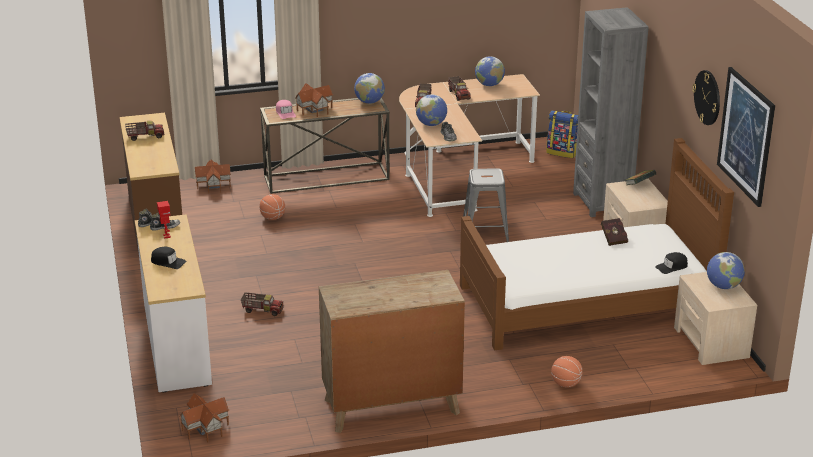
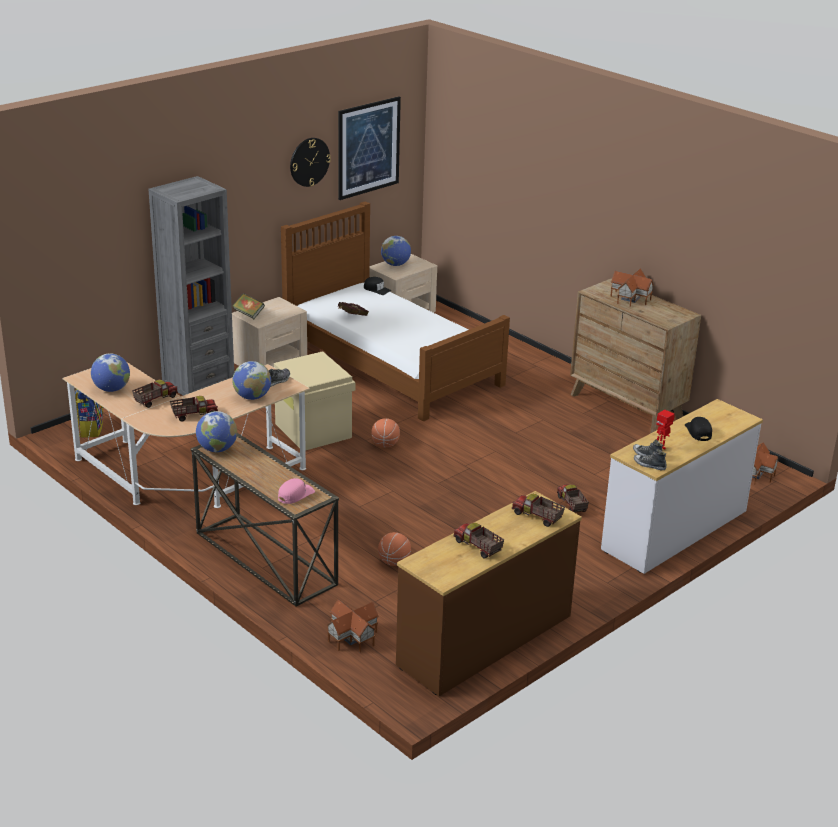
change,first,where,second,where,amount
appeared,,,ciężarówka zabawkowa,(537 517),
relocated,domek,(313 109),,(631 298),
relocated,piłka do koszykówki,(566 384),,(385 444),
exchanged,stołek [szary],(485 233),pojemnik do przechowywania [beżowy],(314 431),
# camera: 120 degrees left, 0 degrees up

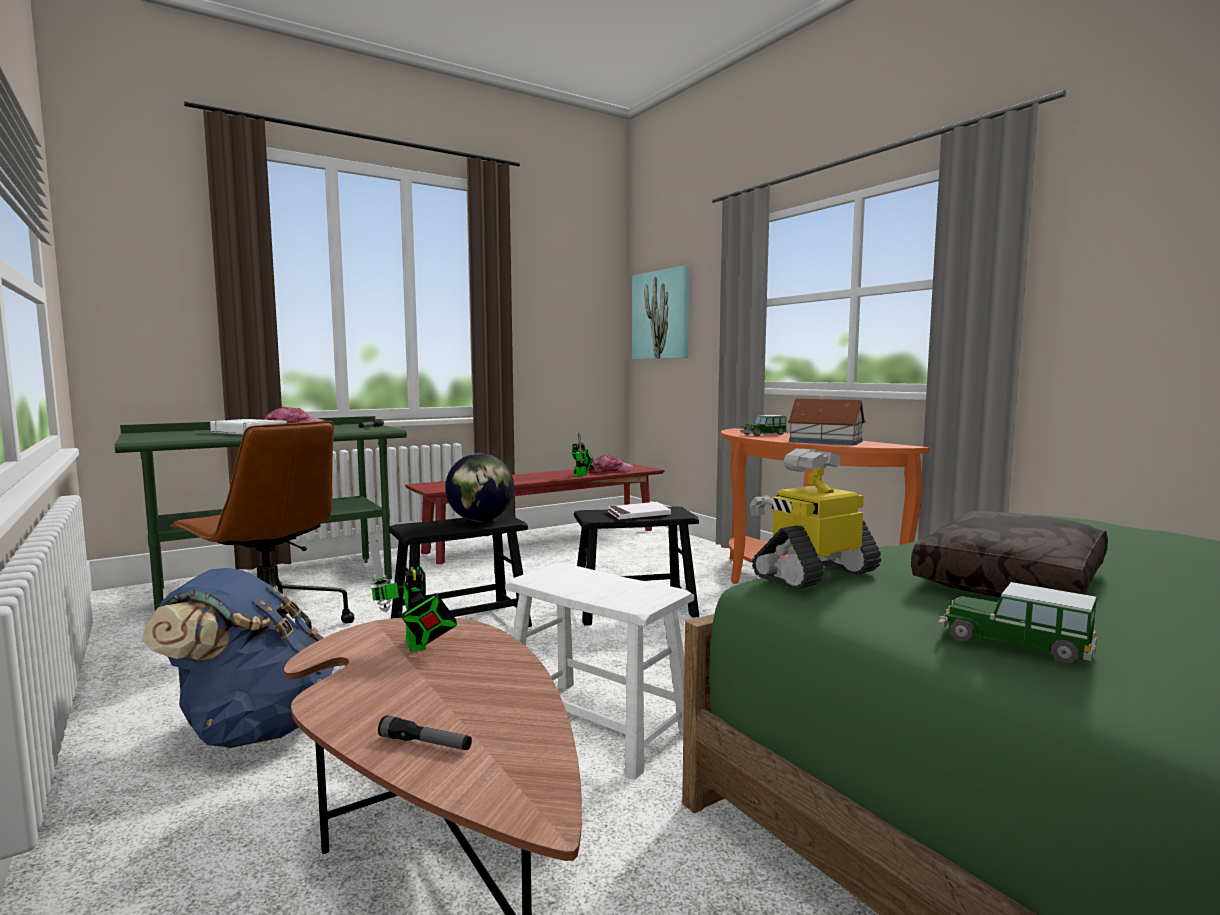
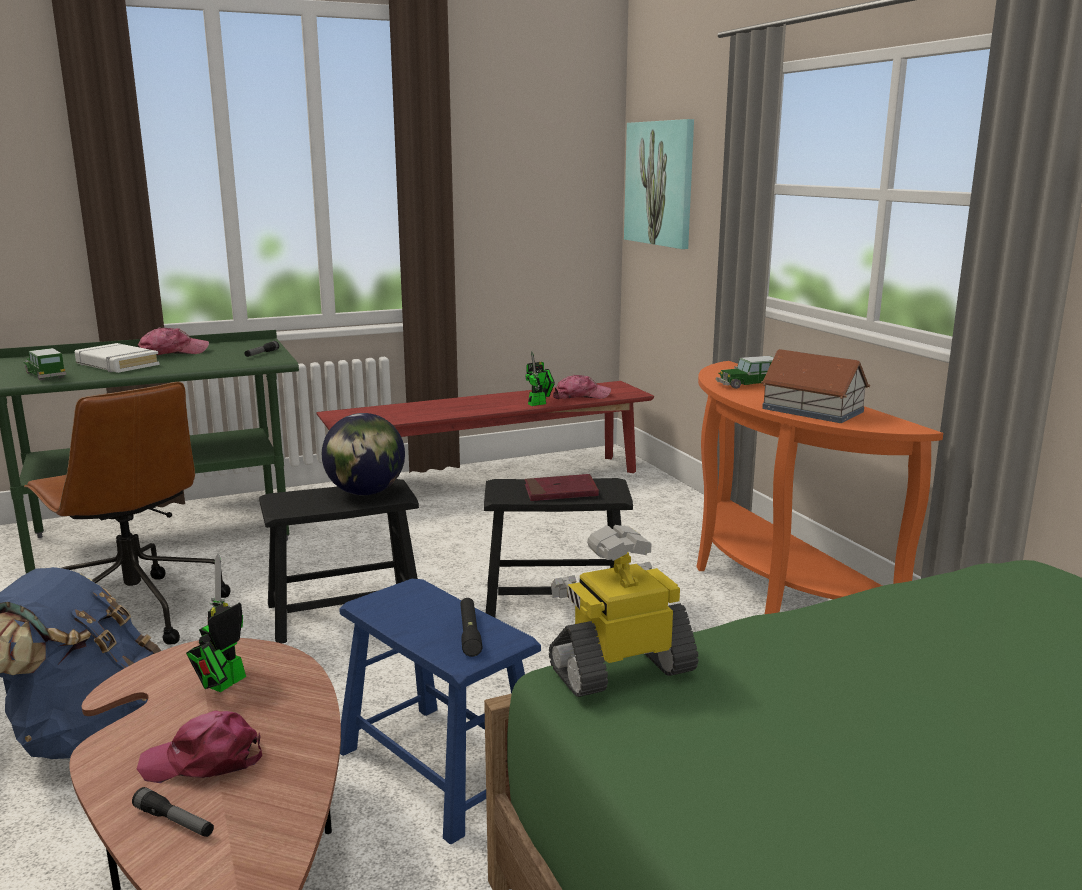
change,first,where,second,where,amount
missing,poduszka [brązowy],(1014 580),,,
appeared,,,czapka z daszkiem [różowy],(204 760),
appeared,,,latarka [czarny],(469 633),
relocated,samochodzik,(1013 643),,(45 375),
colour,stołek [biały],(596 725),stołek [niebieski],(439 768),
colour,książka [biały],(639 514),książka [czerwony],(561 492),
spun,robot zabawkowy,(416 647),,(223 685),45 degrees clockwise
# camera: 10 degrees right, 10 degrees up

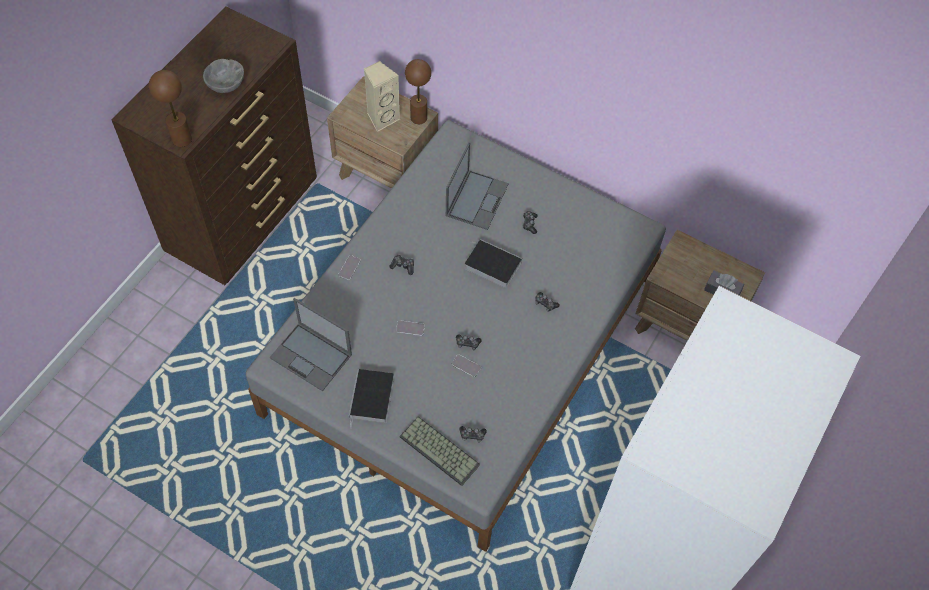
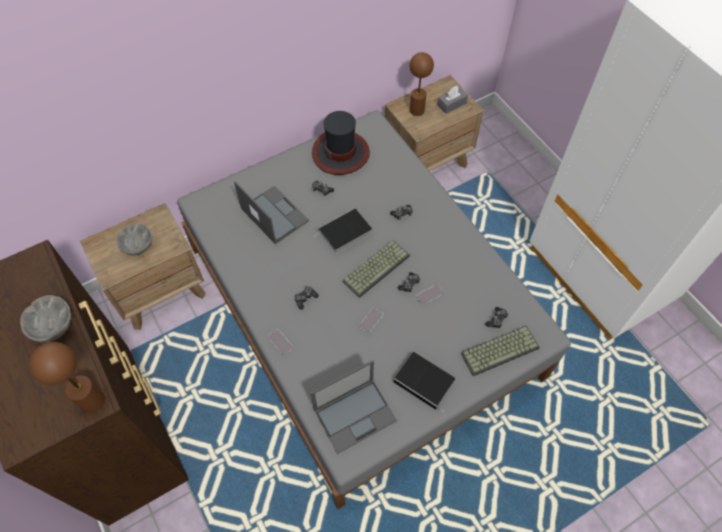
change,first,where,second,where,amount
appeared,,,kapelusz,(341 153),
appeared,,,klawiatura,(376 267),
relocated,lampa stołowa [brązowy],(419 118),,(417 110),
exchanged,głośnik [beżowy],(382 117),miska [szary],(138 246),
# camera: 60 degrees left, 0 degrees up

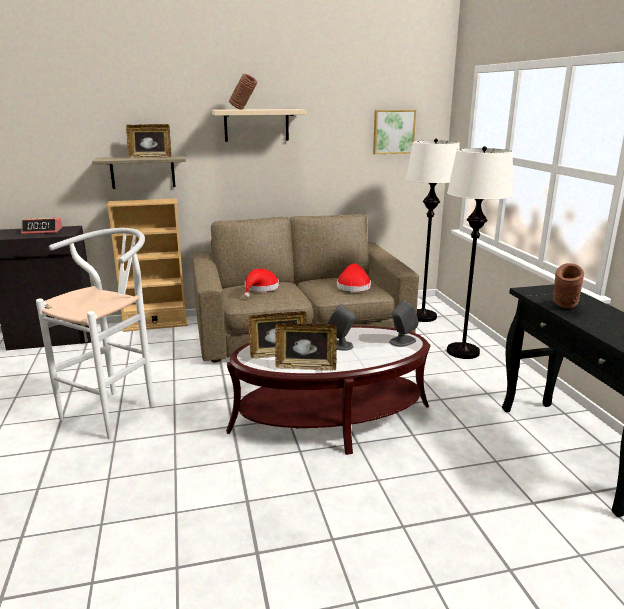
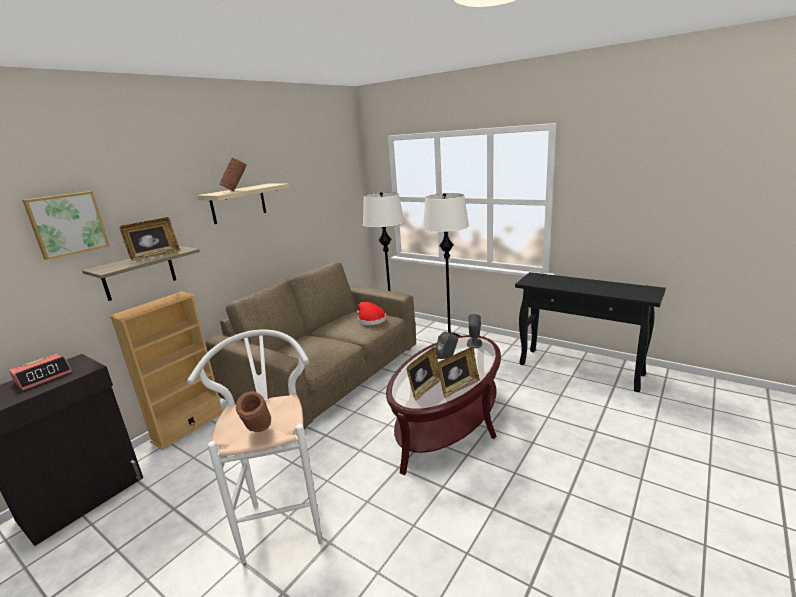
change,first,where,second,where,amount
missing,kapelusz [czerwony],(260 288),,,
relocated,obraz,(393 132),,(67 224),
relocated,wazon [brązowy],(563 309),,(259 434),
# camera: 40 degrees left, 0 degrees up

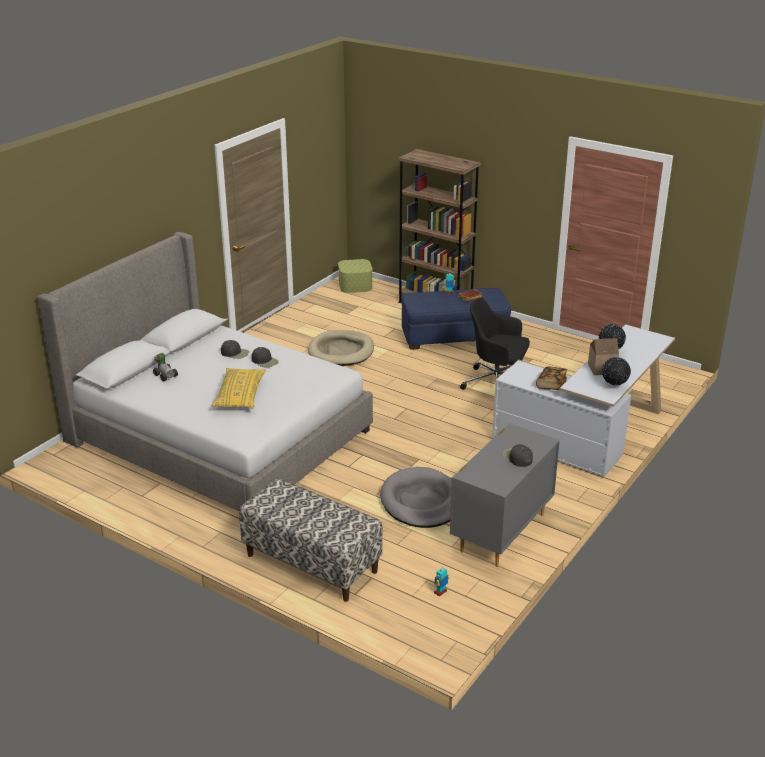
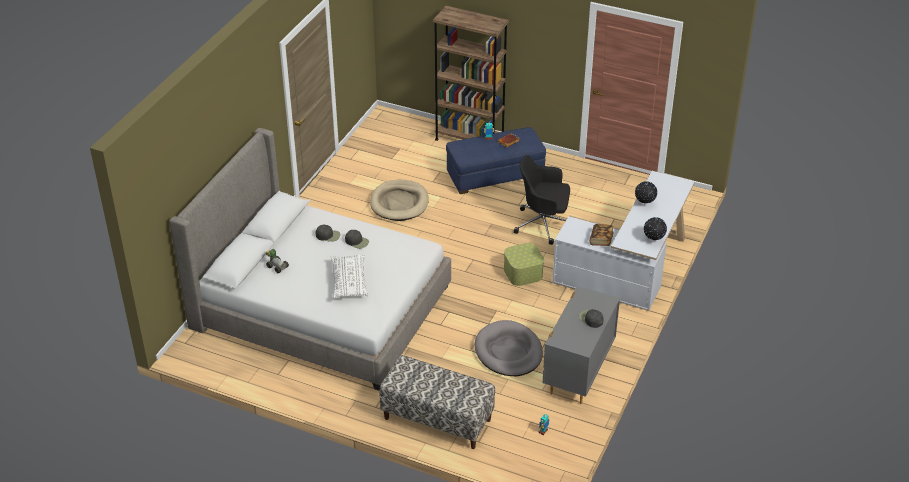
change,first,where,second,where,amount
missing,domek,(601 368),,,
relocated,pojemnik do przechowywania,(355 285),,(523 273),
colour,poduszka [żółty],(240 396),poduszka [biały],(349 281),
# camera: 10 degrees left, 10 degrees up

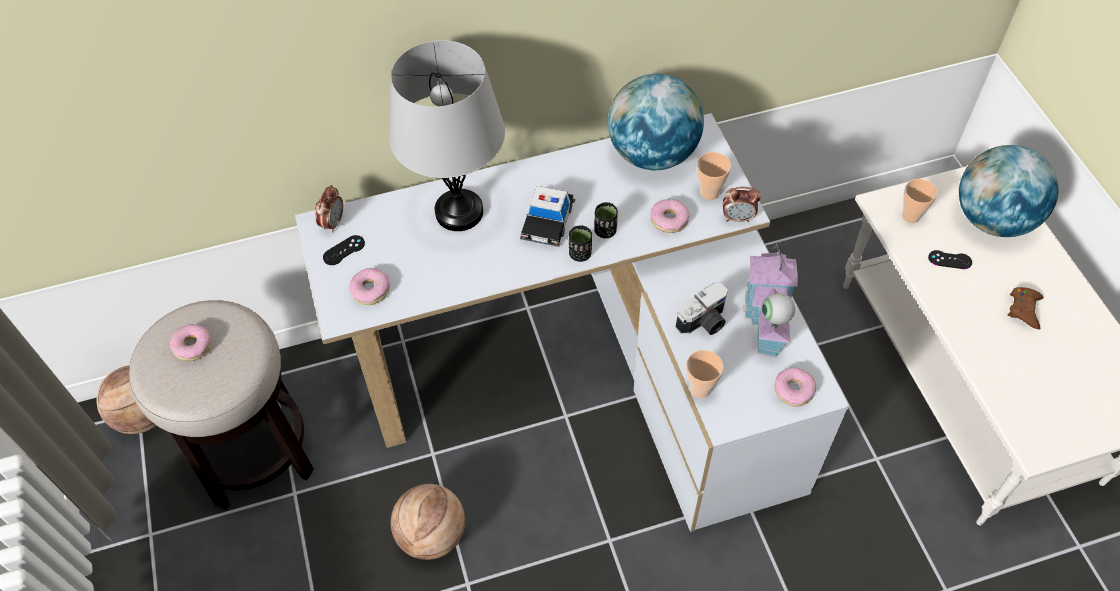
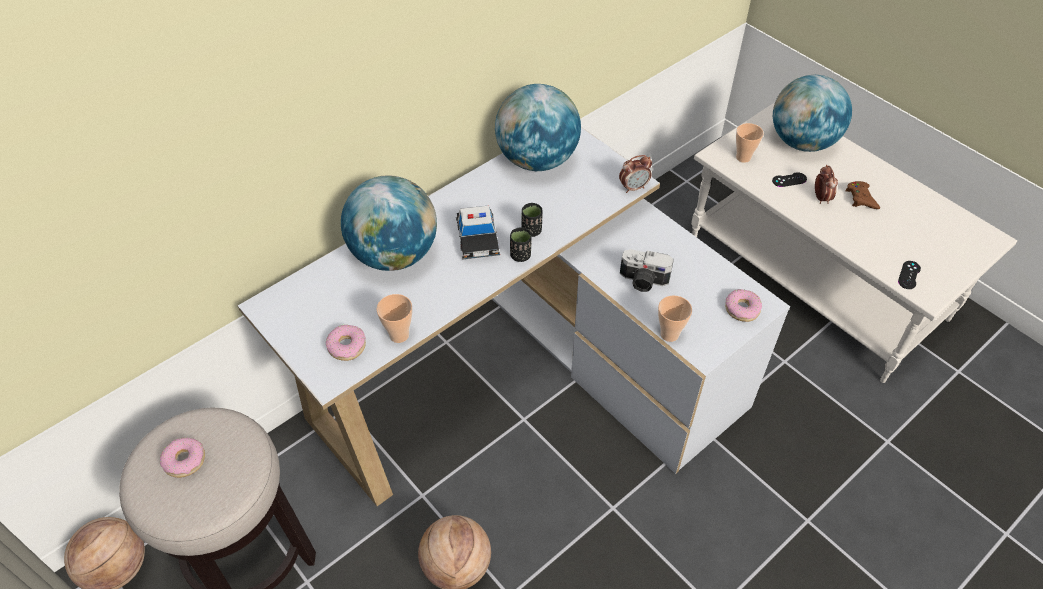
change,first,where,second,where,amount
missing,donut,(669 220),,,
missing,domek,(765 321),,,
relocated,budzik,(333 223),,(821 198),
relocated,pad do gier [czarny],(344 250),,(909 275),
relocated,filiżanka,(709 193),,(399 335),
exchanged,lampa stołowa [szary],(459 212),globus,(395 255),
spun,aparat fotograficzny,(704 322),,(643 281),75 degrees clockwise
# camera: 25 degrees left, 5 degrees down

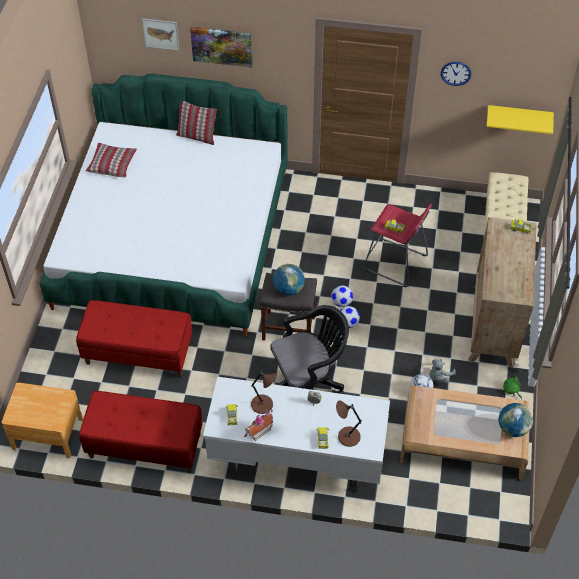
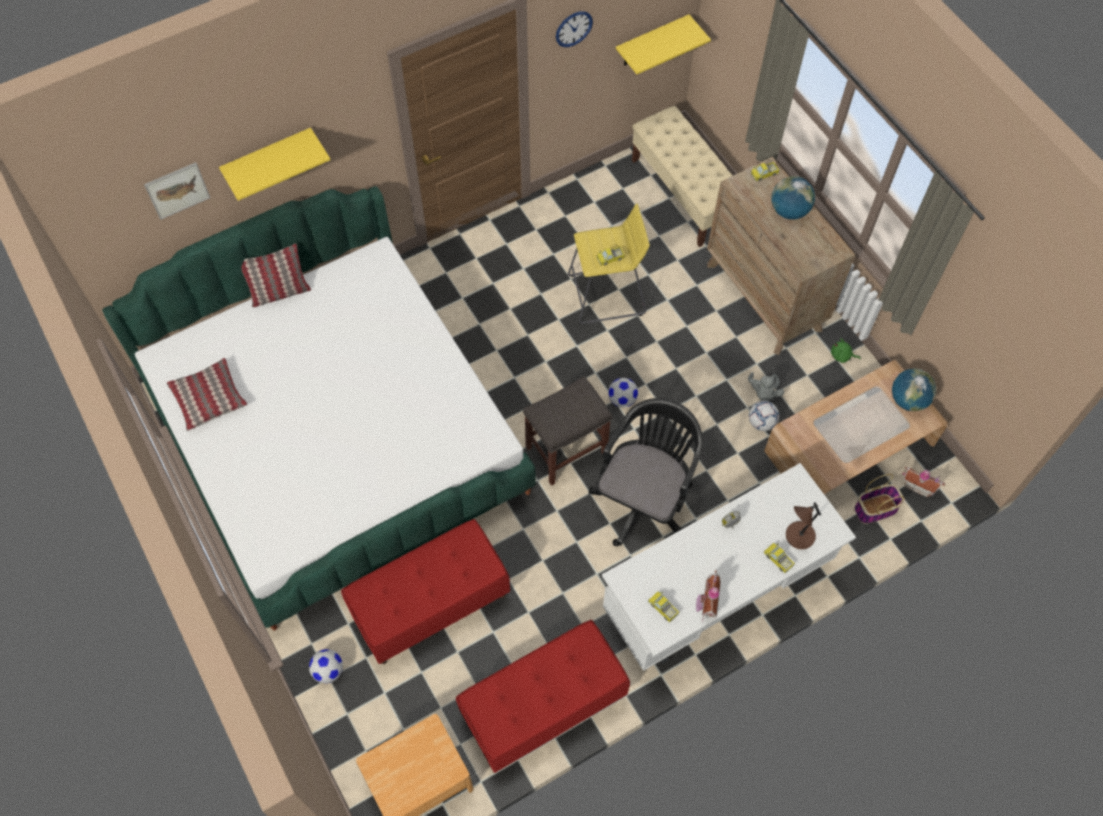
change,first,where,second,where,amount
missing,lampa stołowa [brązowy],(263 405),,,
appeared,,,koszyk,(876 509),
appeared,,,domek,(917 485),
relocated,globus,(288 289),,(789 211),
relocated,piłka futbolowa,(341 302),,(328 670),
exchanged,obraz,(222 46),półka [żółty],(268 158),
colour,stołek [czerwony],(395 263),stołek [żółty],(606 294),
# camera: 40 degrees left, 10 degrees up

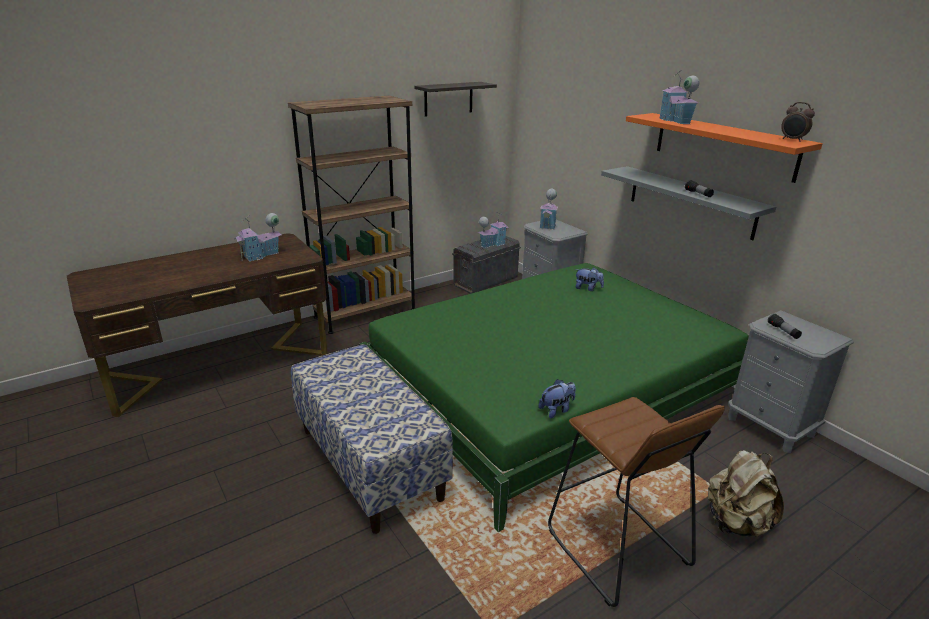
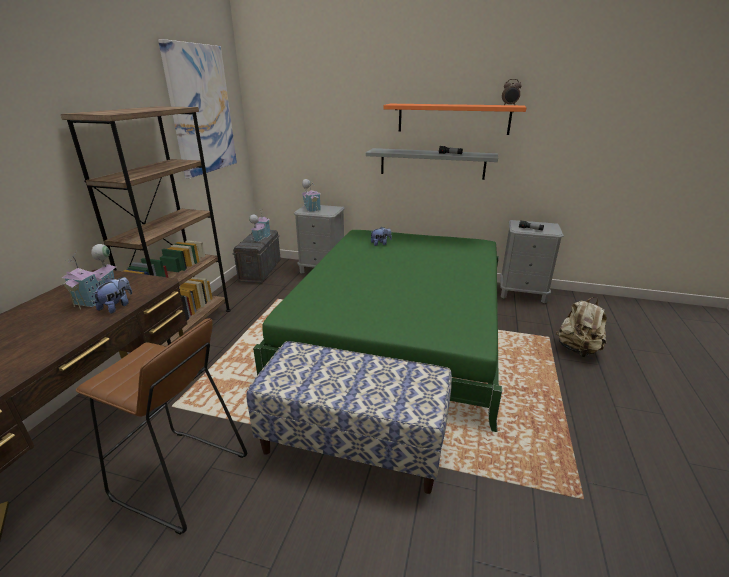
change,first,where,second,where,amount
missing,domek,(675 120),,,
relocated,pluszak,(556 410),,(117 306),
relocated,stołek [brązowy],(617 549),,(180 478),
exchanged,półka,(448 99),obraz,(201 110),
# camera: 40 degrees left, 0 degrees up

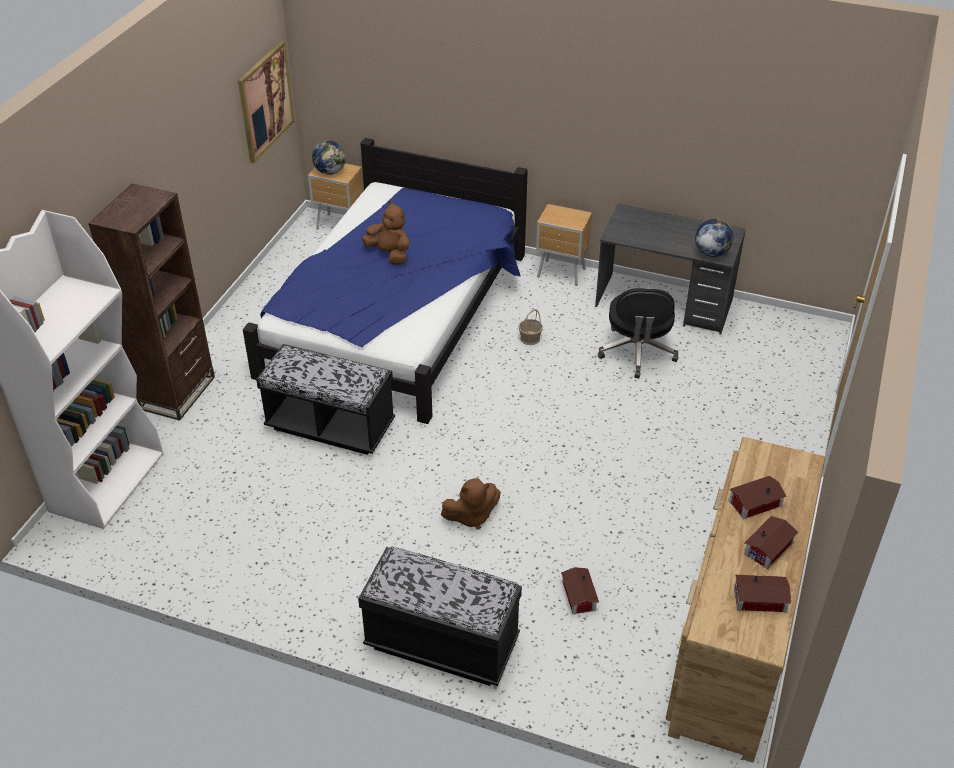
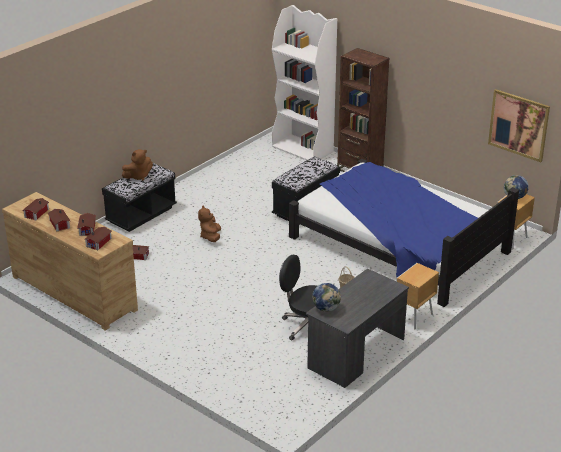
change,first,where,second,where,amount
appeared,,,domek,(99 242),
relocated,pluszak [brązowy],(389 254),,(138 176),
# camera: 110 degrees right, 10 degrees down

